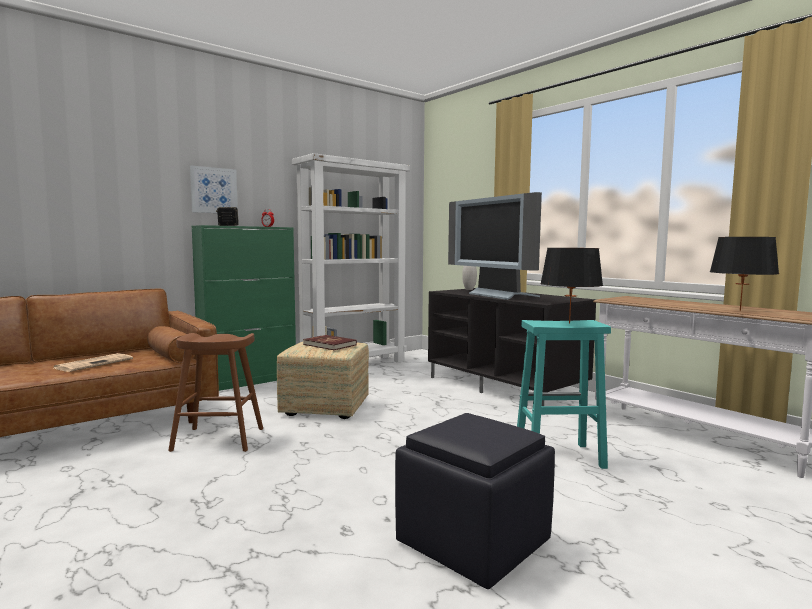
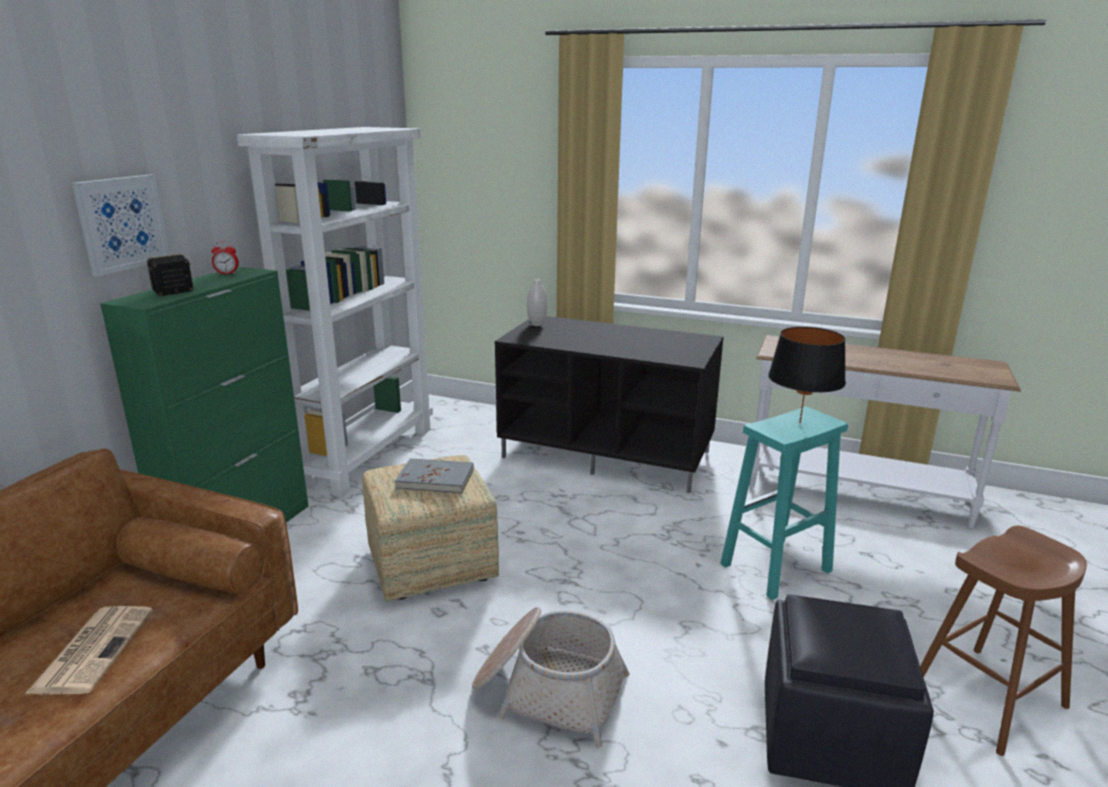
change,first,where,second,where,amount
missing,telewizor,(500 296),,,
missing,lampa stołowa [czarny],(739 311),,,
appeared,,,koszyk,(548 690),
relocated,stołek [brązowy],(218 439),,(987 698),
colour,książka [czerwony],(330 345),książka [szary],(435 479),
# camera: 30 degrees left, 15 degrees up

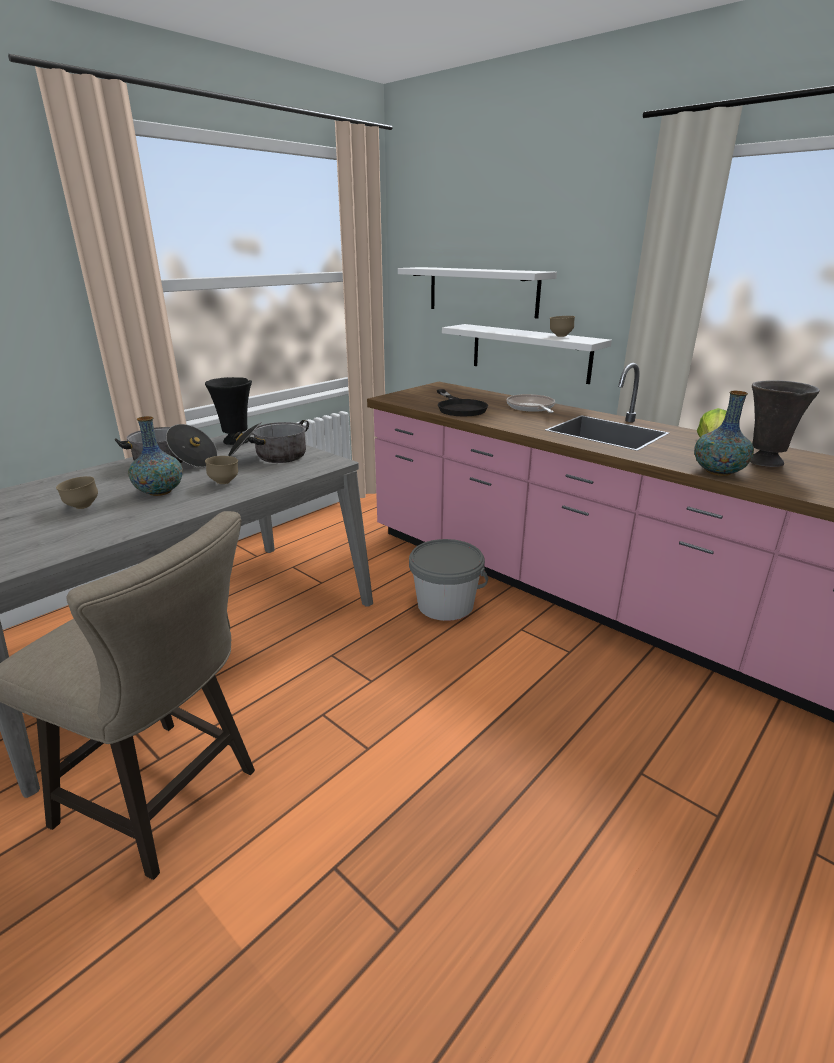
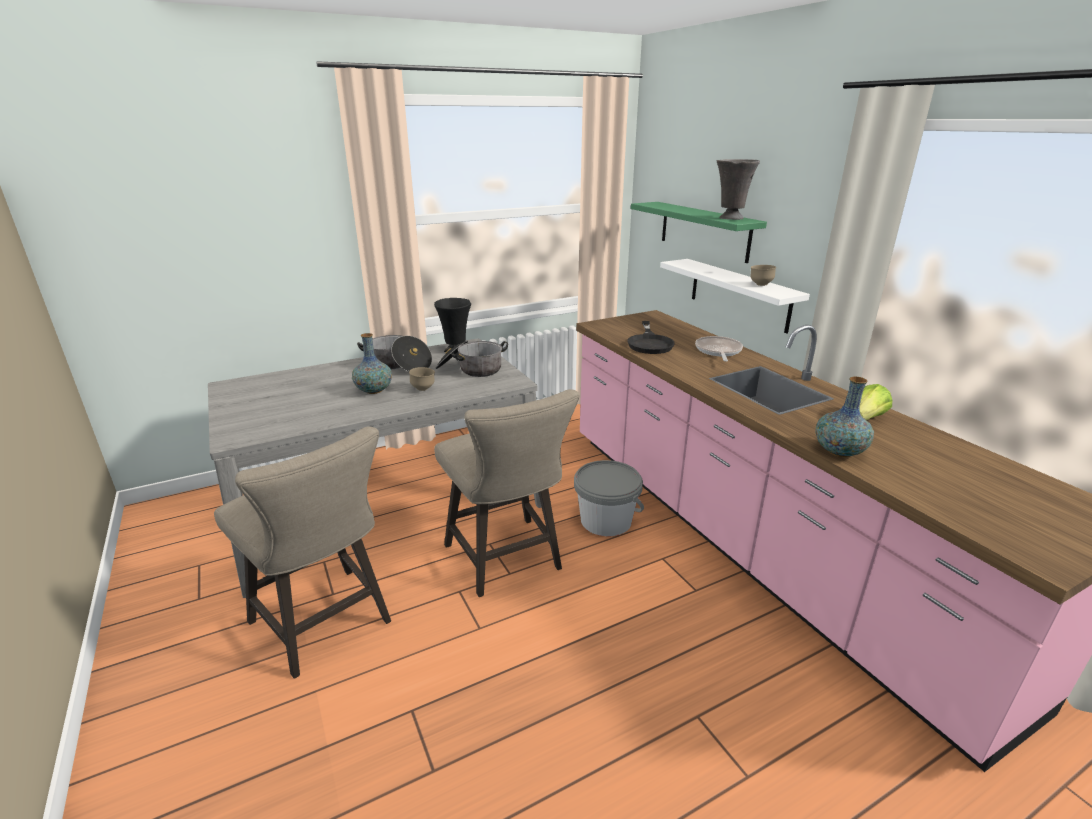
change,first,where,second,where,amount
missing,miska [brązowy],(82 507),,,
appeared,,,stołek [beżowy],(507 561),
relocated,wazon [szary],(764 462),,(730 218),
colour,półka [biały],(482 291),półka [zielony],(704 231),
# camera: 20 degrees right, 0 degrees up

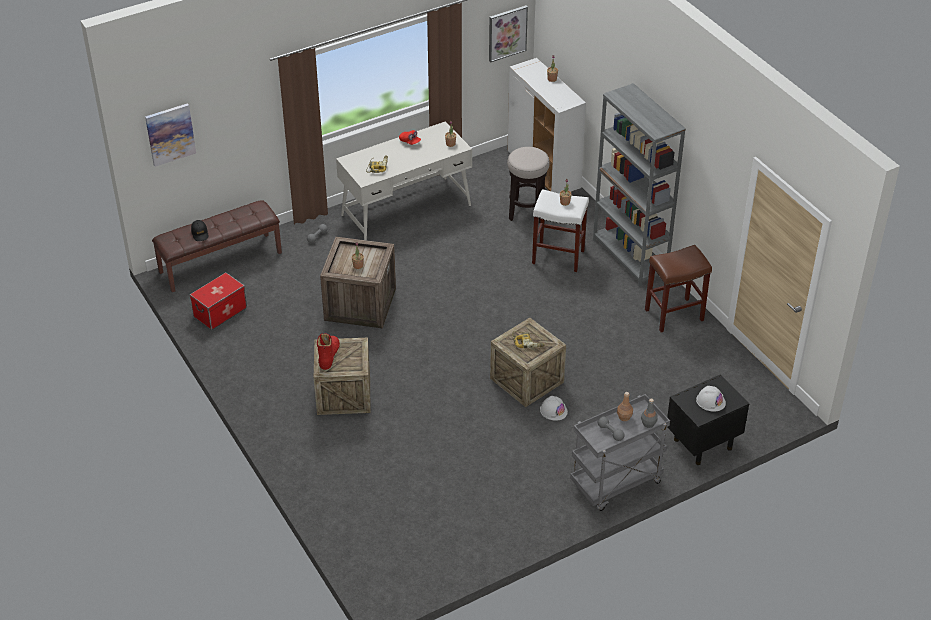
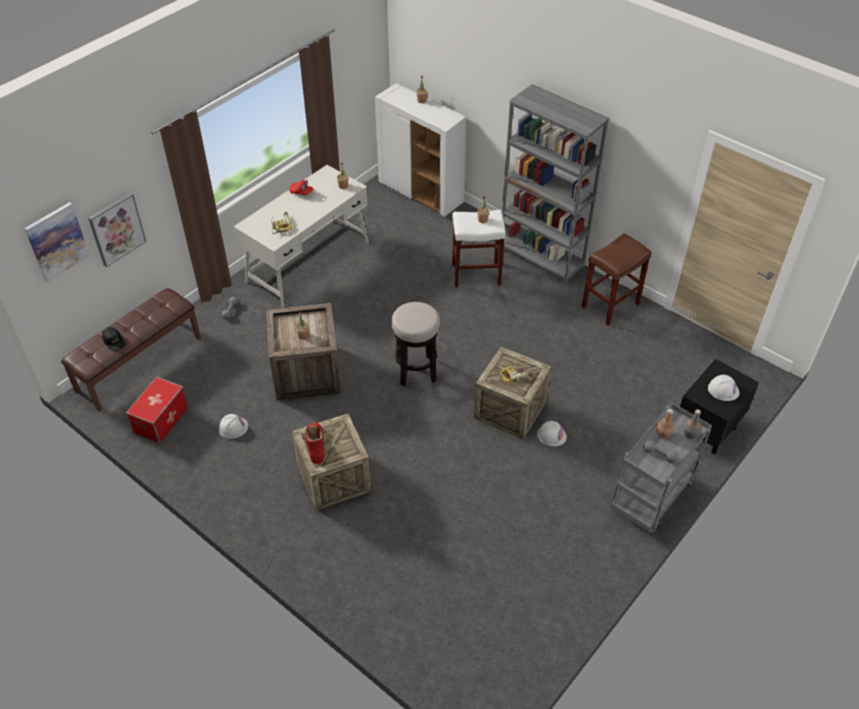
change,first,where,second,where,amount
appeared,,,kask [biały],(233 427),
relocated,obraz,(507 33),,(116 229),
relocated,stołek,(526 212),,(416 371),
# camera: 20 degrees left, 5 degrees up

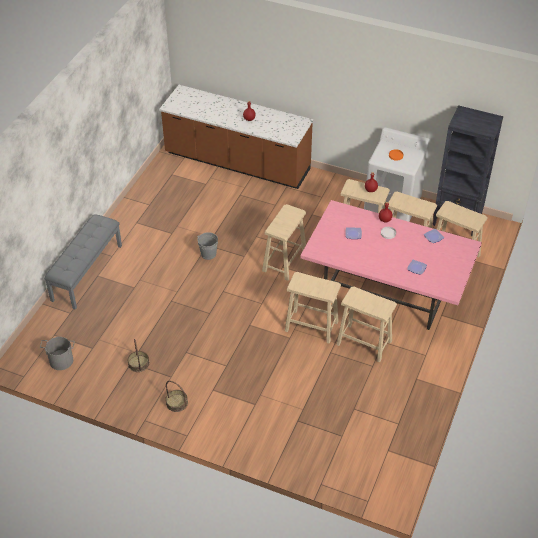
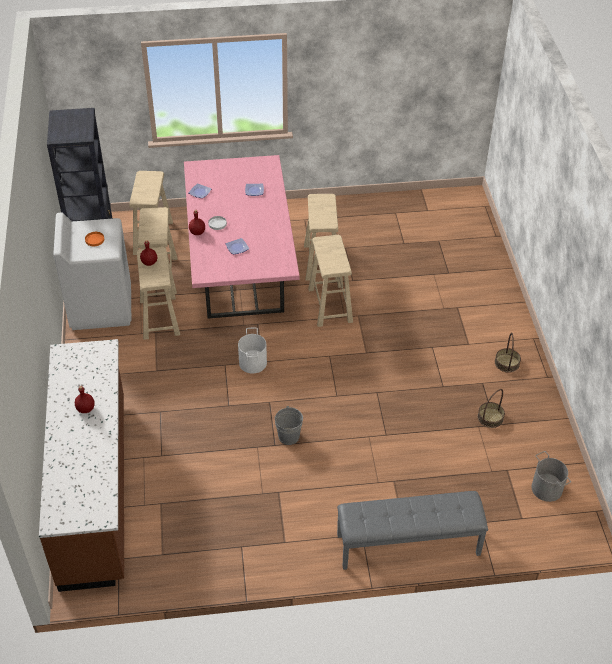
change,first,where,second,where,amount
exchanged,stołek [beżowy],(285 261),wiadro [biały],(252 363),
# camera: 120 degrees left, 0 degrees up

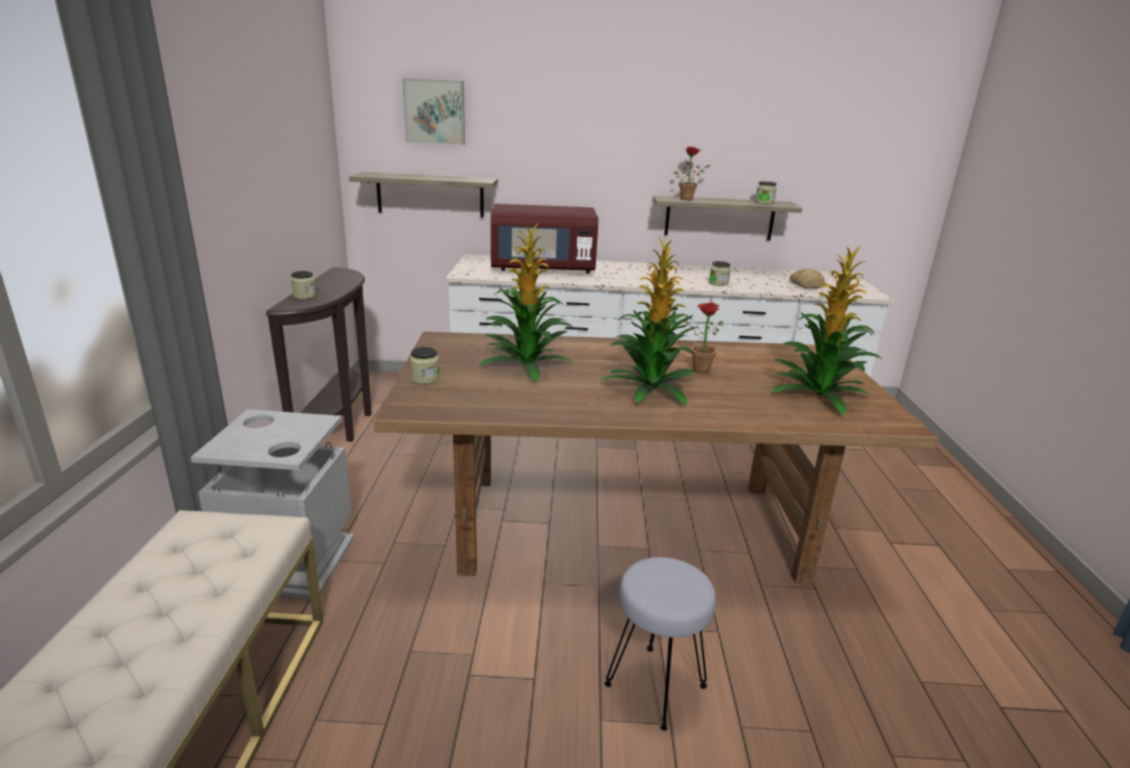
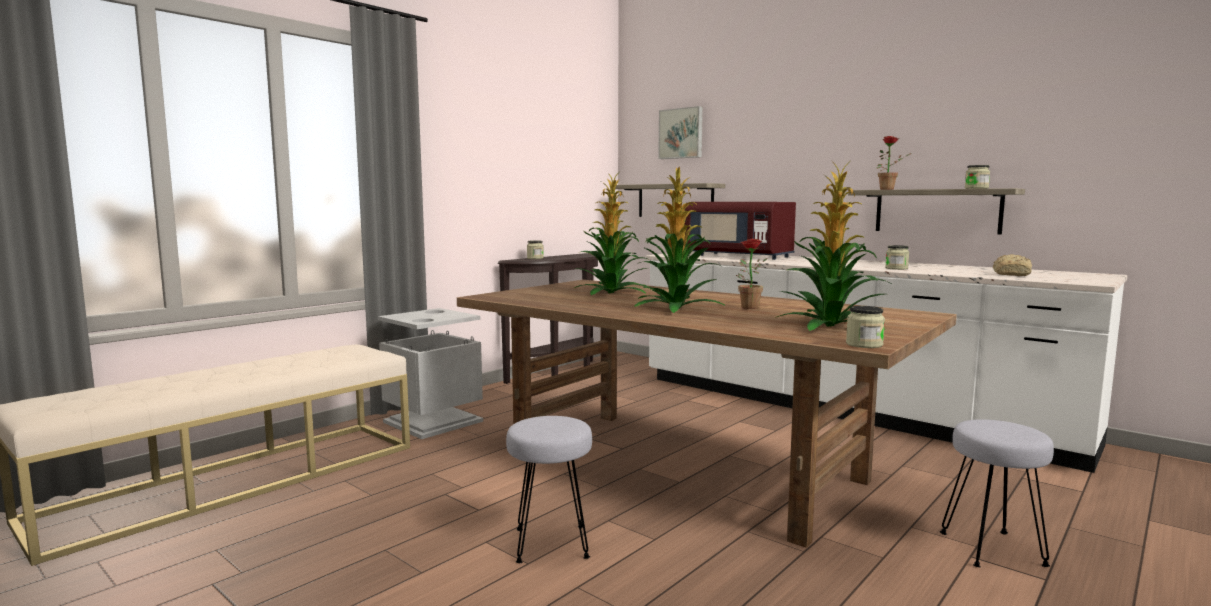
change,first,where,second,where,amount
appeared,,,stołek [szary],(992 549),
relocated,słoik,(425 379),,(864 344),
# camera: 40 degrees right, 15 degrees down

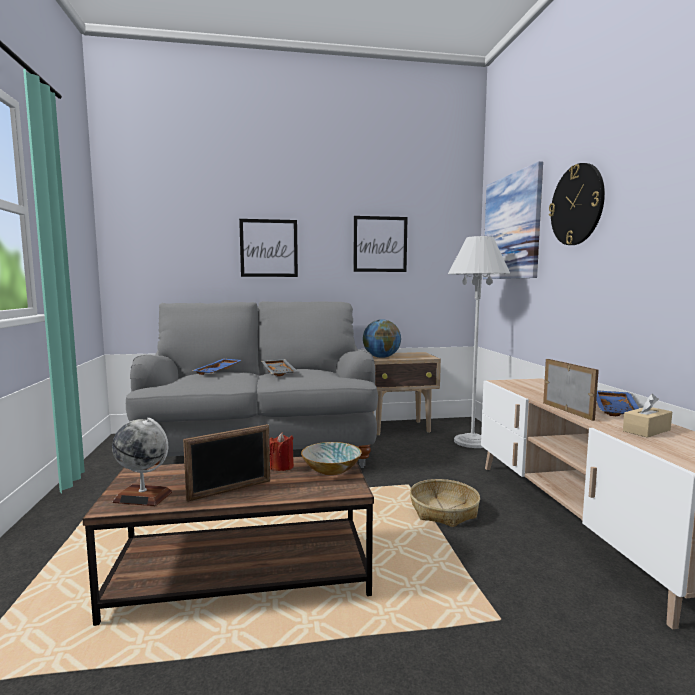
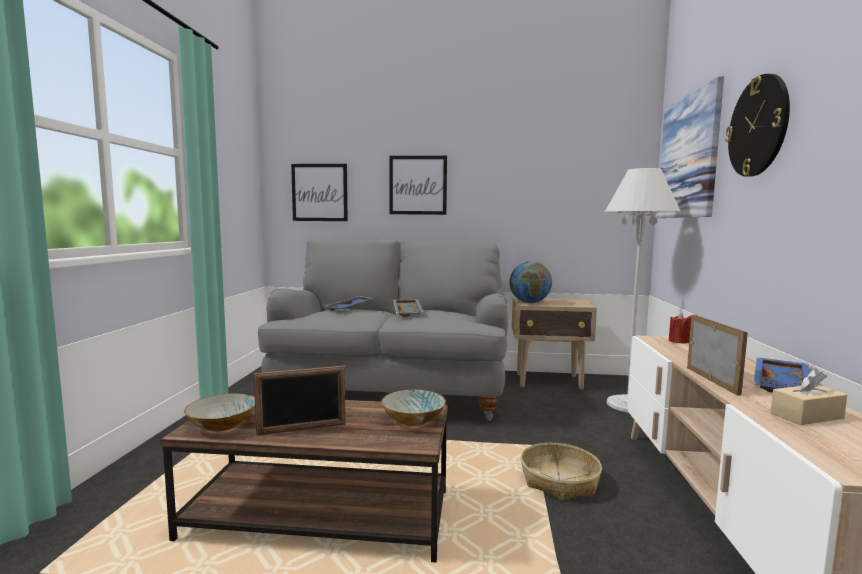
change,first,where,second,where,amount
relocated,świeca [czerwony],(281 467),,(679 341),
relocated,obraz,(380 244),,(319 192),
exchanged,globus,(143 497),miska,(222 425),
# camera: 15 degrees right, 0 degrees up

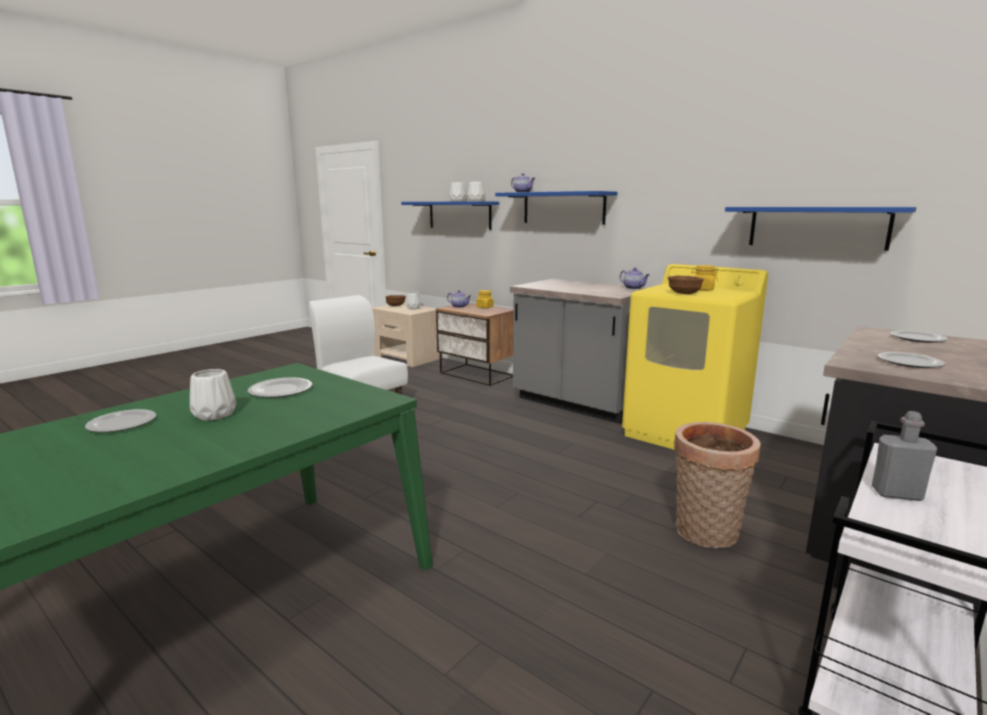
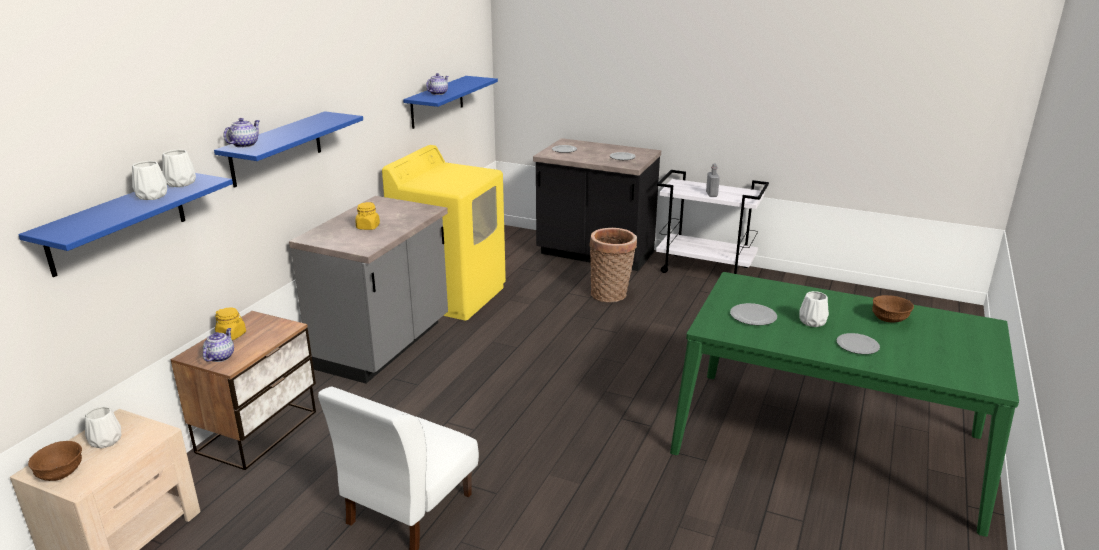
change,first,where,second,where,amount
relocated,imbryk,(634 288),,(438 93),
relocated,miska [brązowy],(683 293),,(889 319),
relocated,słoik [żółty],(703 289),,(368 227),
# camera: 105 degrees left, 10 degrees up

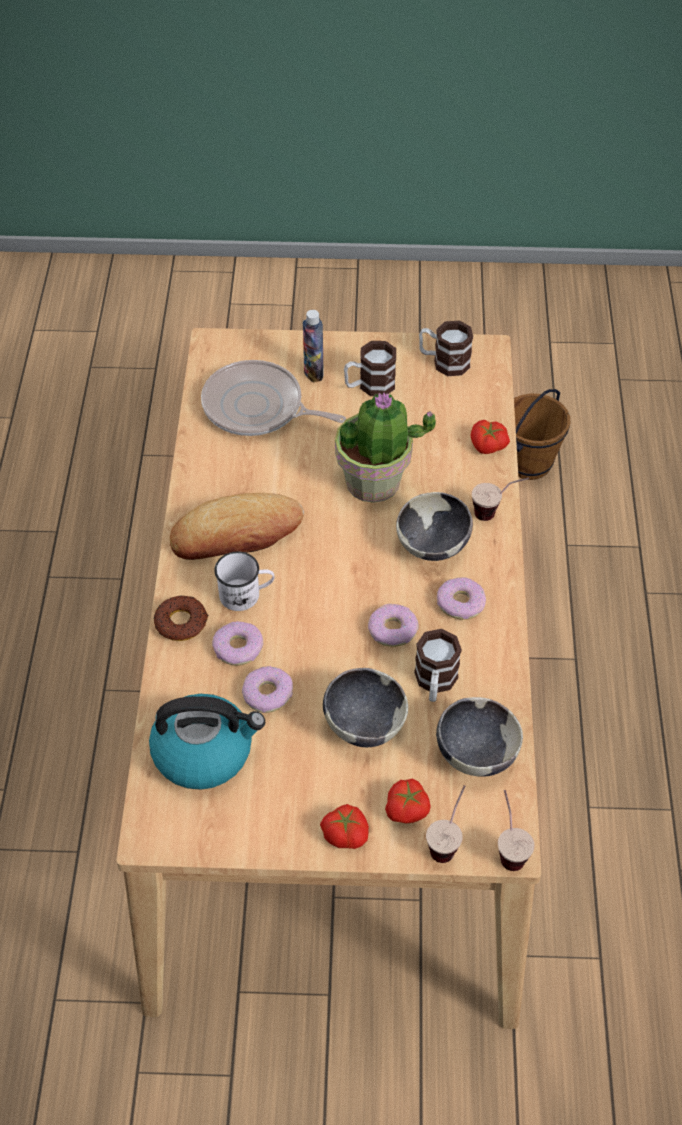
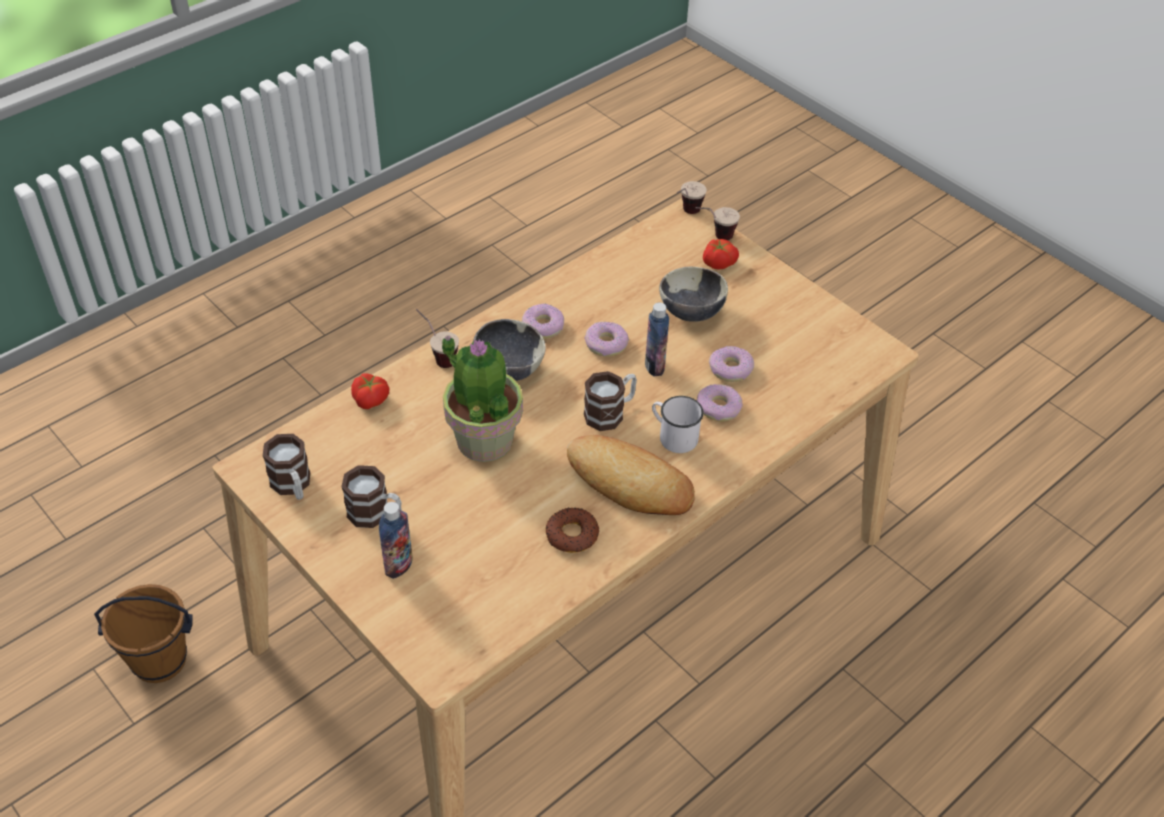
change,first,where,second,where,amount
missing,czajnik,(204 752),,,
missing,patelnia,(258 408),,,
missing,pomidor,(345 833),,,
missing,miska,(475 754),,,
appeared,,,butelka,(654 366),
relocated,donut,(181 622),,(571 535),
relocated,kubek,(435 683),,(610 412),
# camera: 135 degrees left, 5 degrees down

